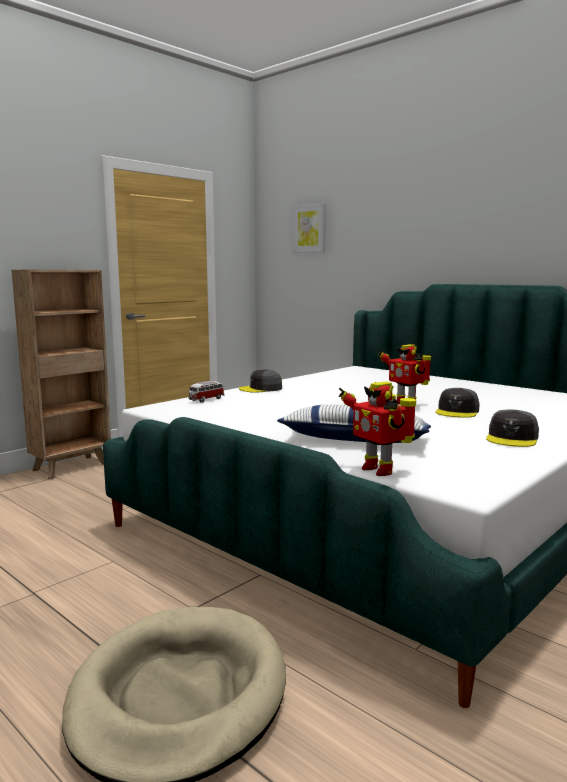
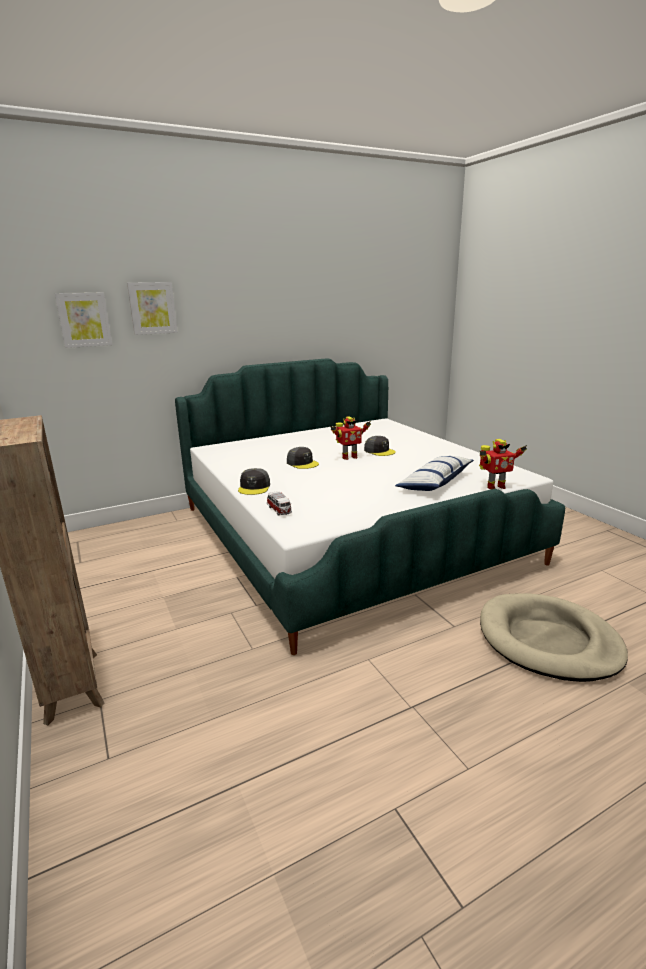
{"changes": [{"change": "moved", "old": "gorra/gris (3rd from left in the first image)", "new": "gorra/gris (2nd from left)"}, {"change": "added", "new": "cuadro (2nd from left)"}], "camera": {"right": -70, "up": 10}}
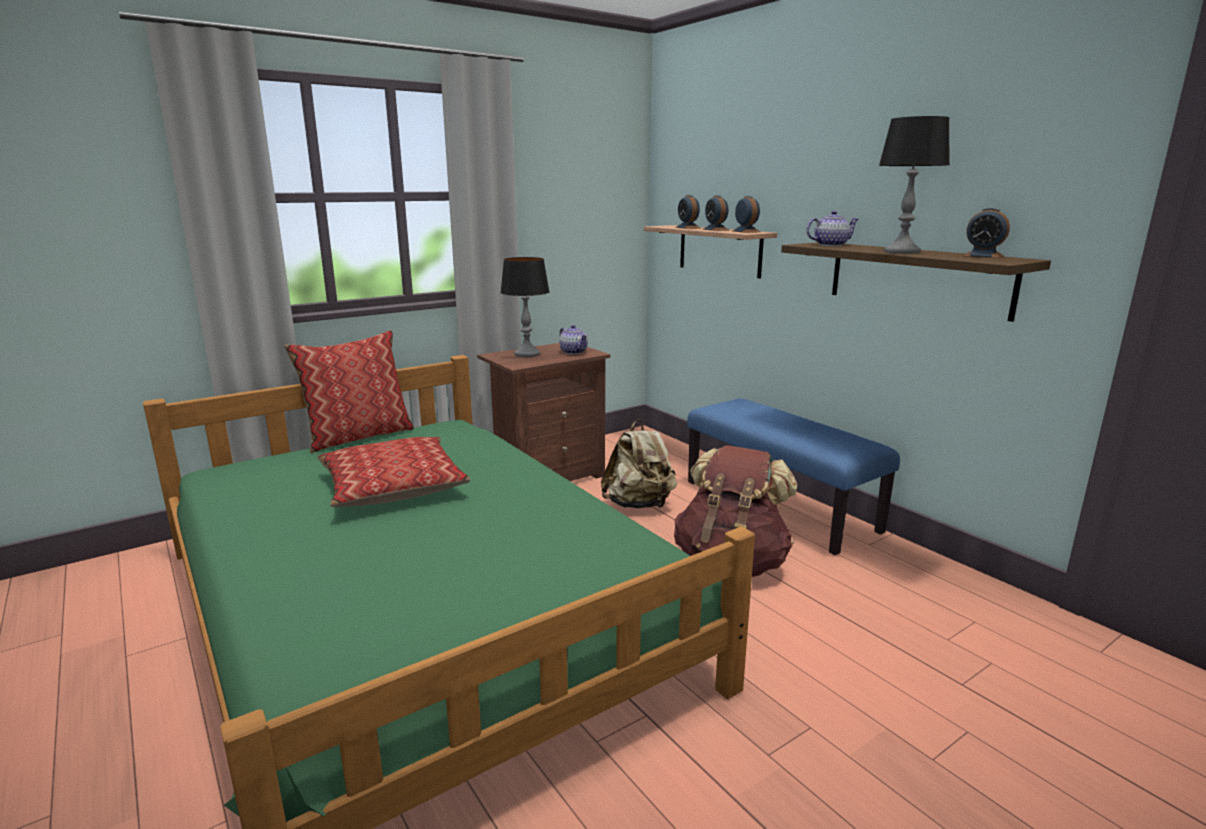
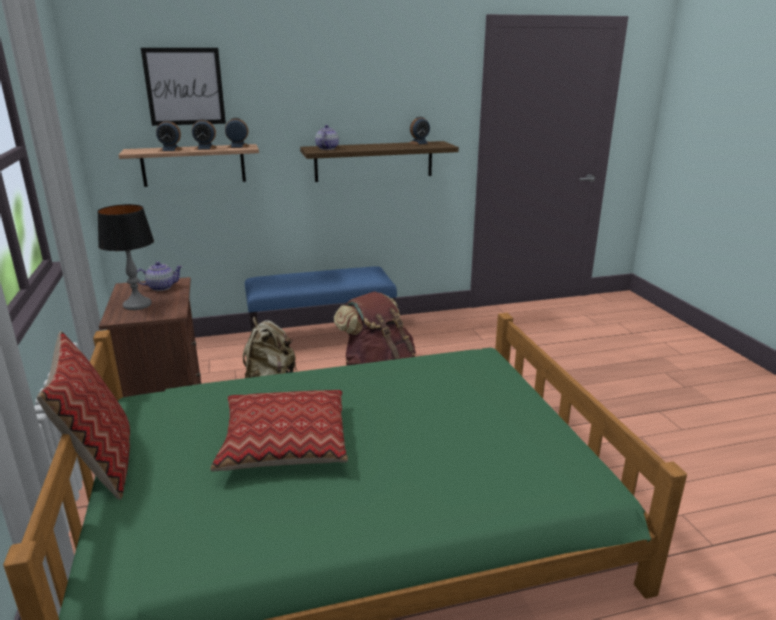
{"changes": [{"change": "removed", "old": "lámpara de mesa (2nd from left)"}, {"change": "added", "new": "cuadro"}], "camera": {"right": -70, "up": 5}}
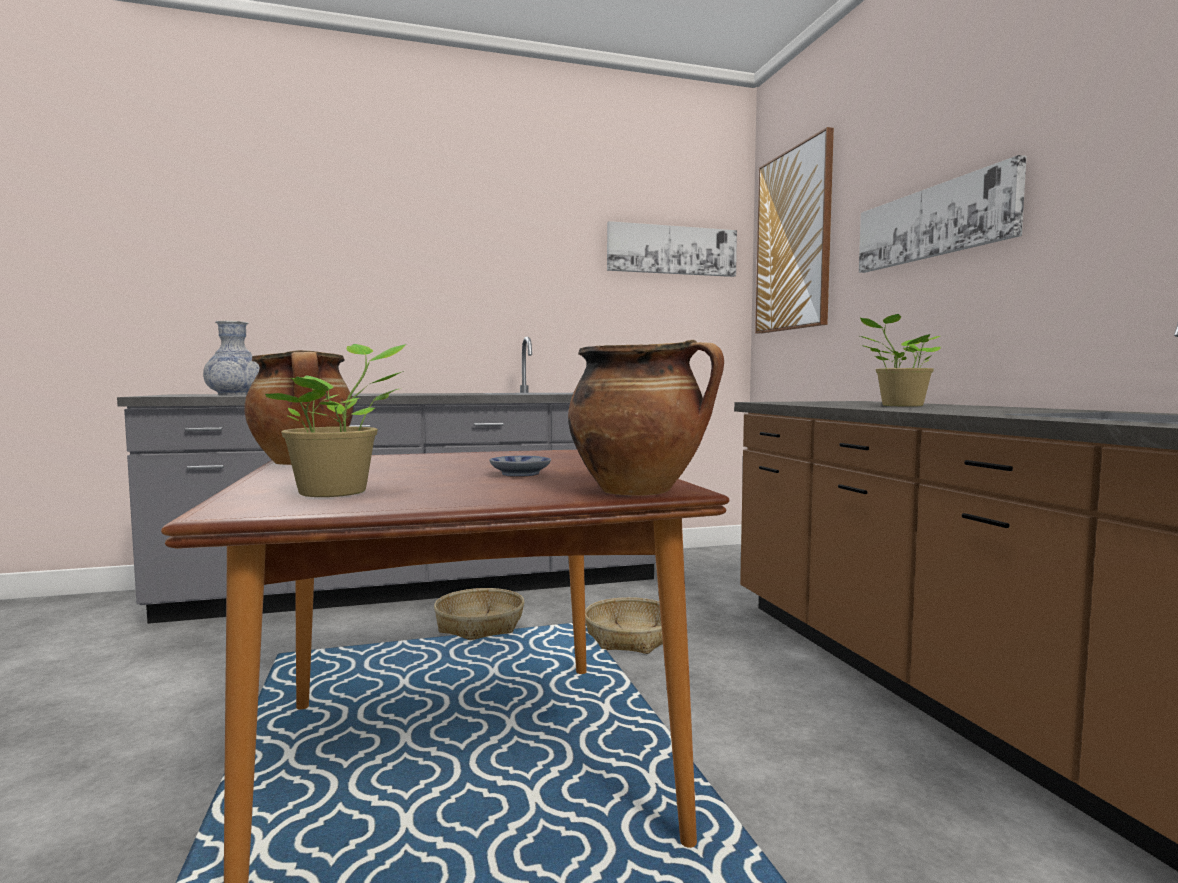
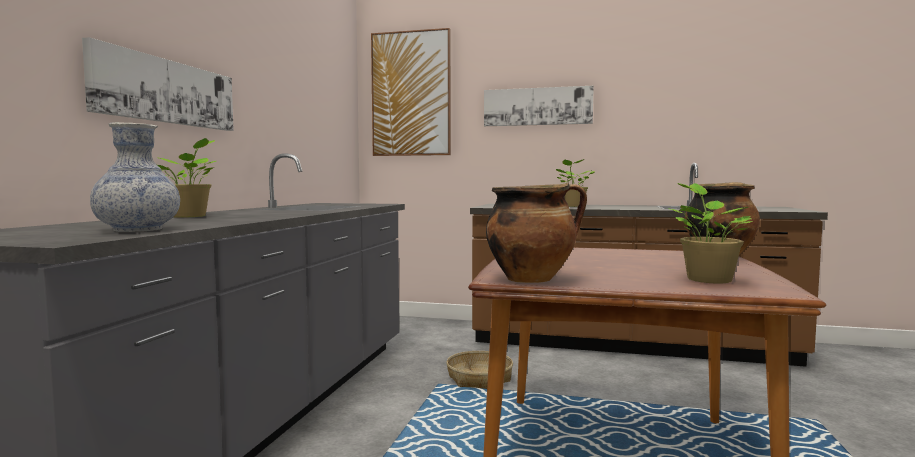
{"changes": [{"change": "moved", "old": "cuadro (1st from left)"}, {"change": "removed", "old": "cuenco"}, {"change": "removed", "old": "cesta (1st from left)"}, {"change": "added", "new": "planta en maceta (1st from left)"}], "camera": {"right": -60, "up": 0}}
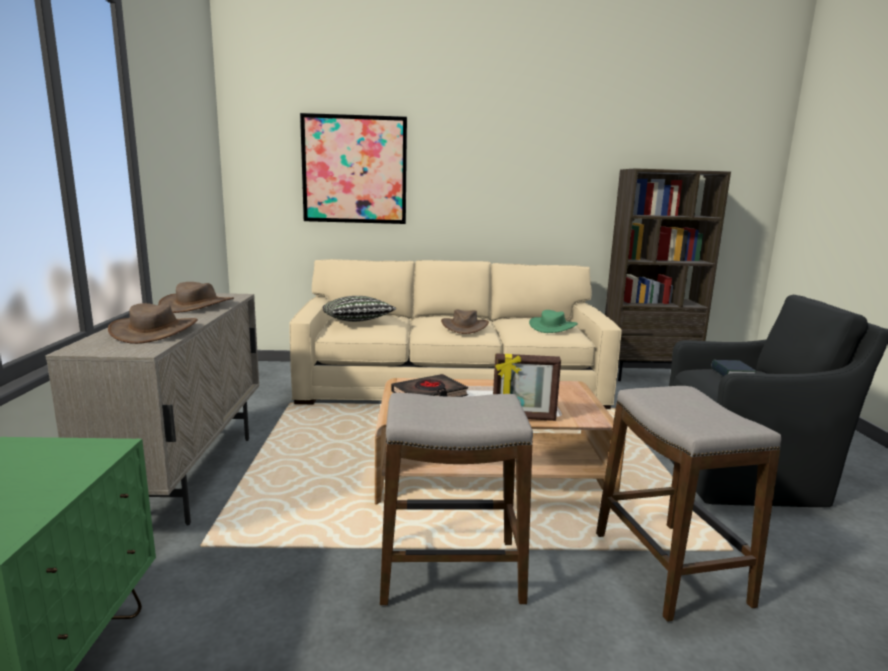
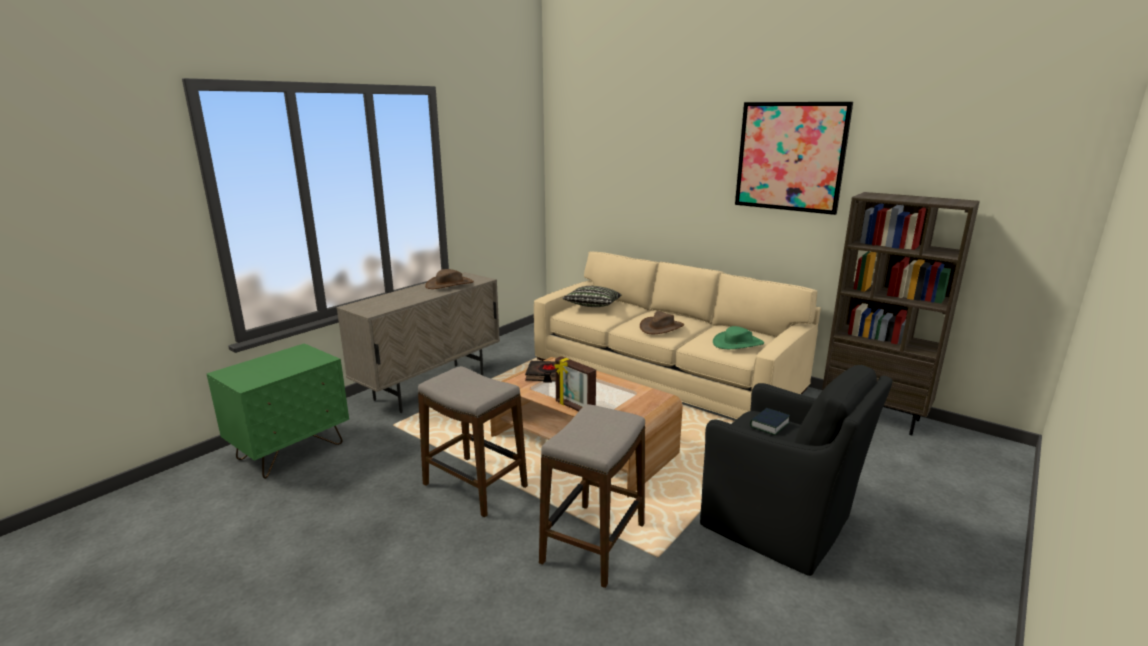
{"changes": [{"change": "moved", "old": "cuadro"}, {"change": "removed", "old": "sombrero/marrón (1st from left)"}], "camera": {"right": 40, "up": 5}}
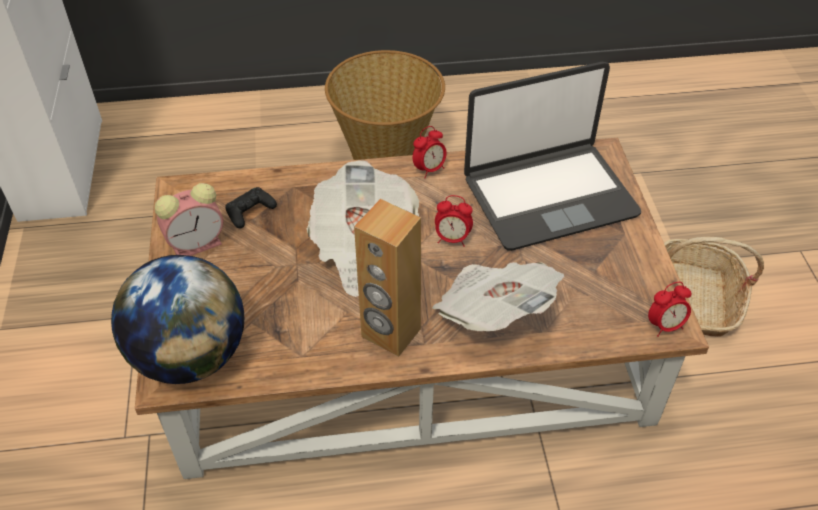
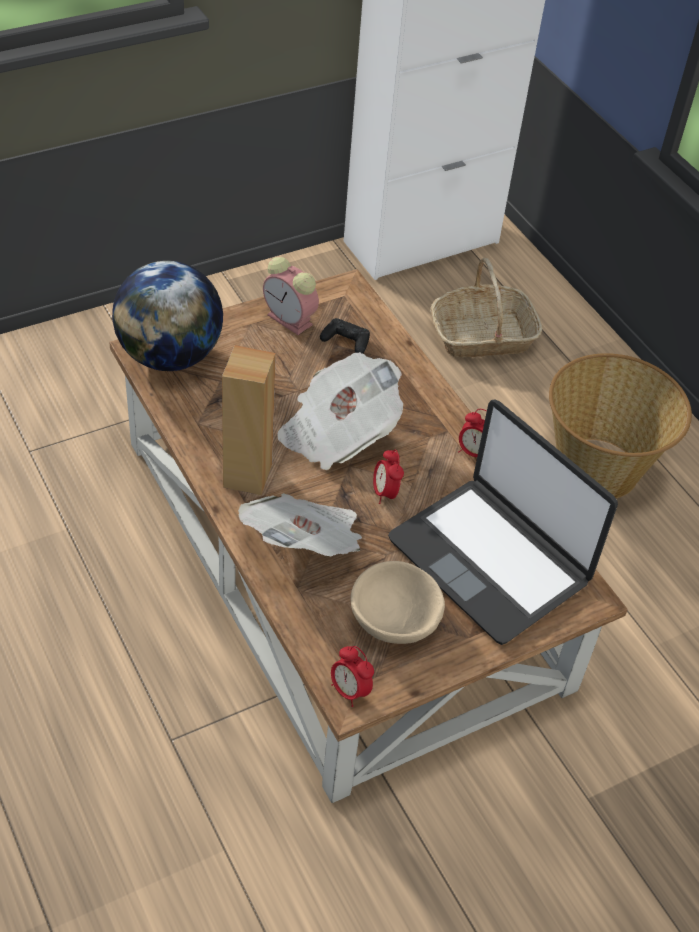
{"changes": [{"change": "moved", "old": "cesta (2nd from left in the first image)", "new": "cesta (1st from left)"}, {"change": "added", "new": "cuenco/beis"}], "camera": {"right": 65, "up": 0}}
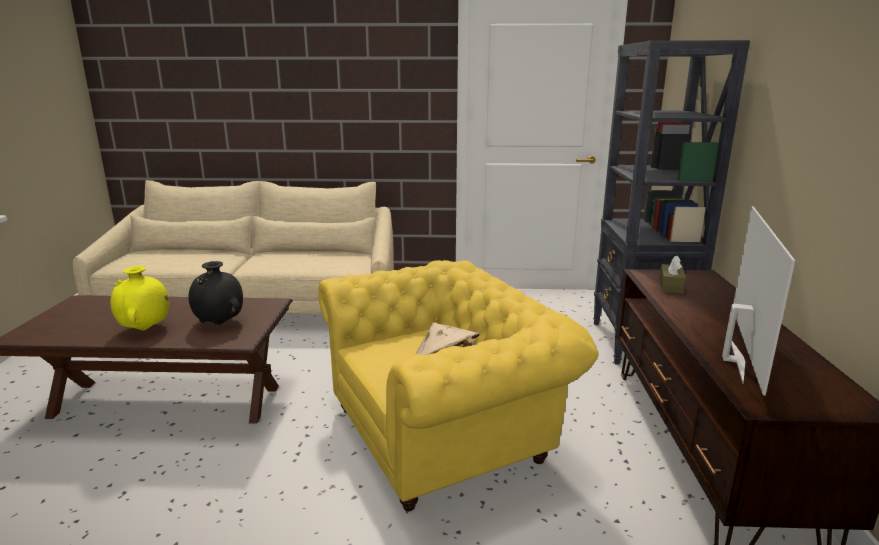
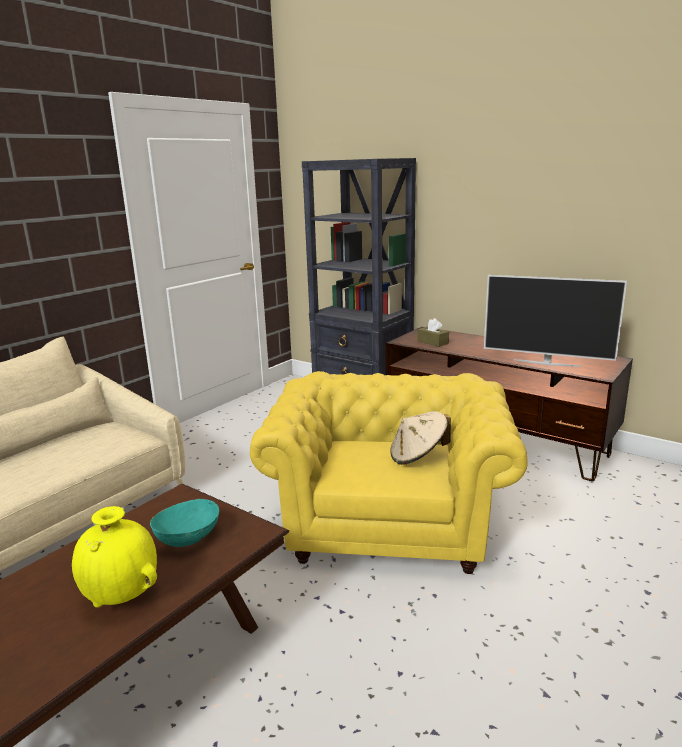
{"changes": [{"change": "turned", "old": "televisor", "degrees": 150}, {"change": "replaced", "old": "florero/negro", "new": "cuenco/turquesa"}], "camera": {"right": -55, "up": 0}}
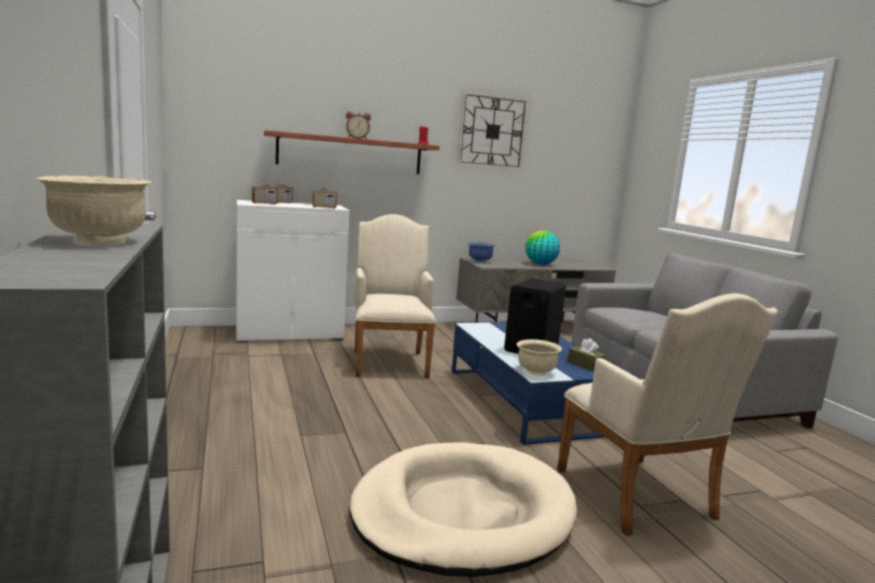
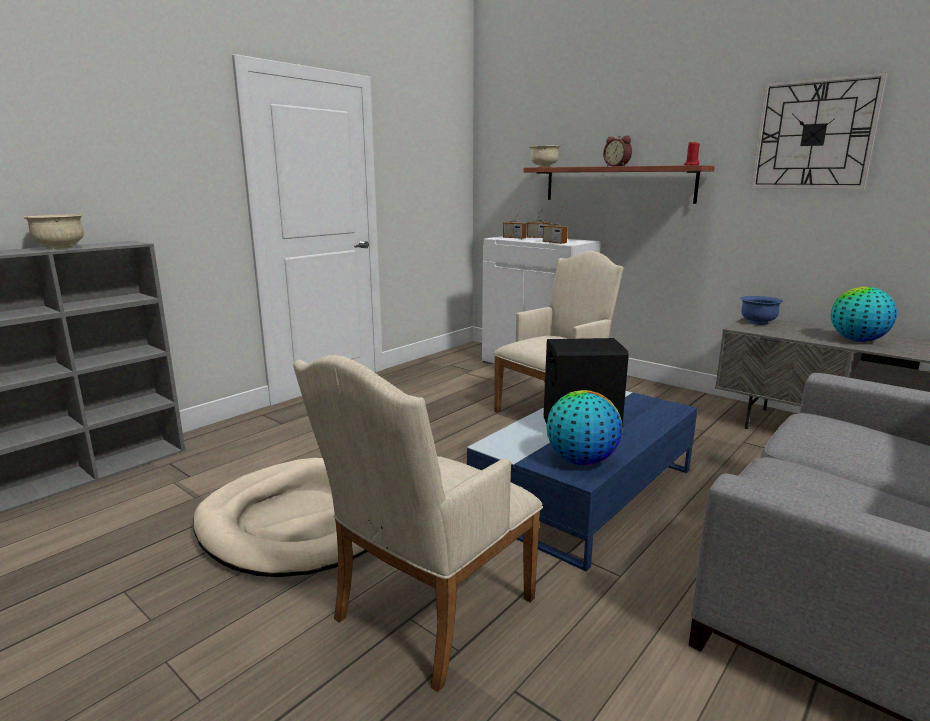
{"changes": [{"change": "replaced", "old": "caja de pañuelos/marrón", "new": "globo terráqueo (1st from left)"}, {"change": "moved", "old": "cuenco/beis (2nd from left)"}], "camera": {"right": 60, "up": 5}}
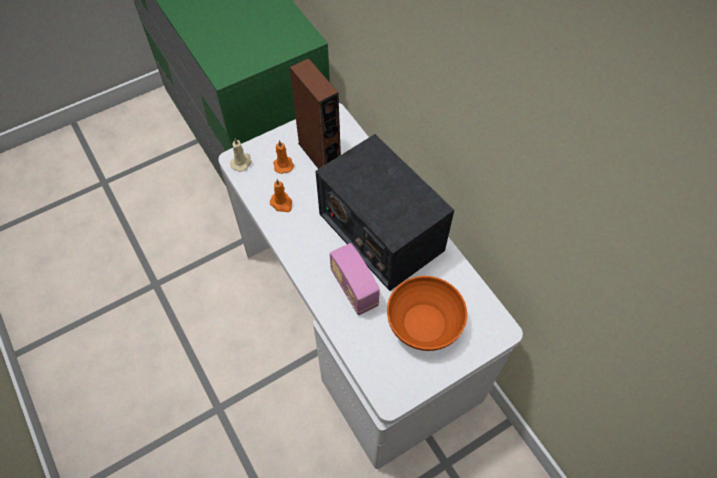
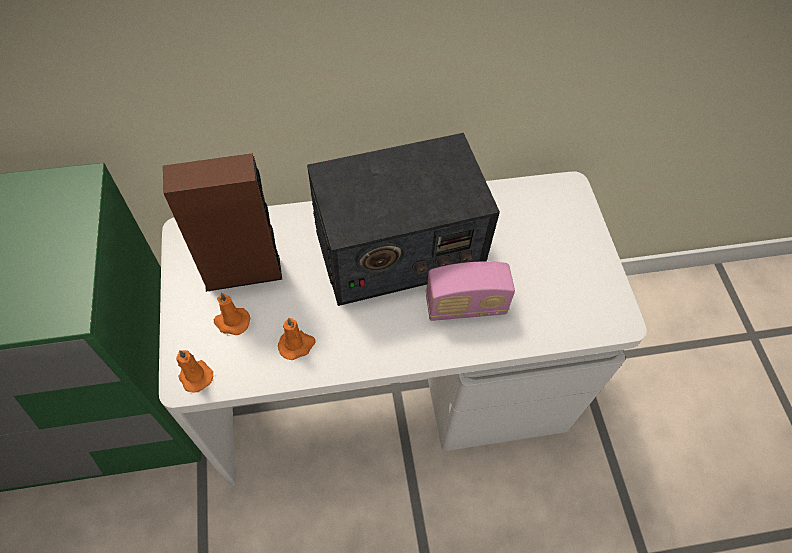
{"changes": [{"change": "recoloured", "old": "vela/beis", "new": "vela/naranja (1st from left)"}, {"change": "removed", "old": "cuenco/naranja"}], "camera": {"right": -70, "up": 0}}
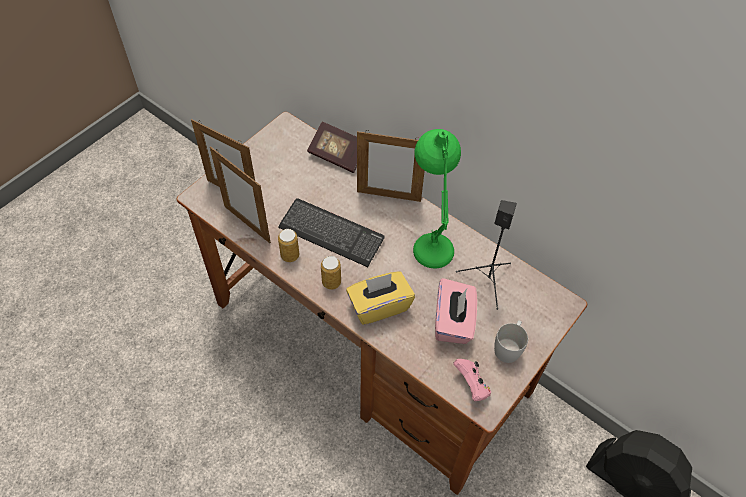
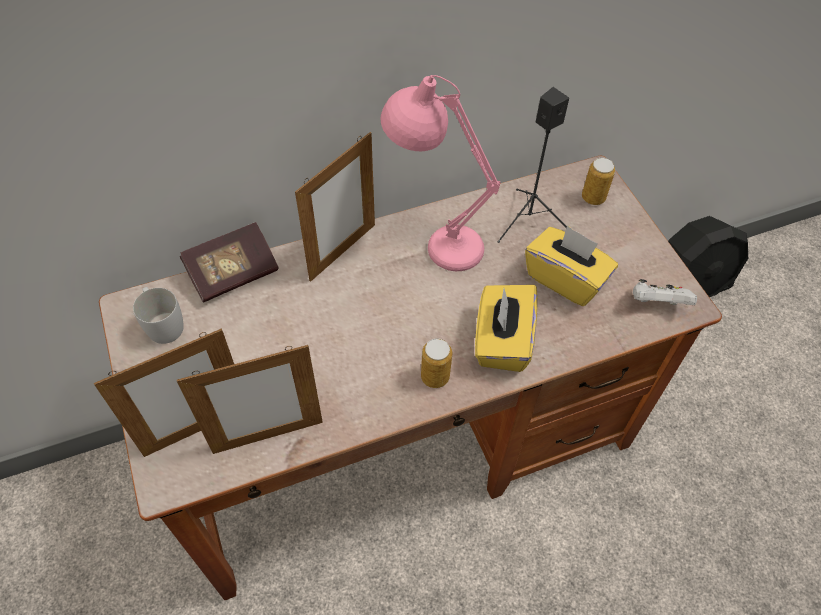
{"changes": [{"change": "recoloured", "old": "lámpara de mesa/verde", "new": "lámpara de mesa/rosa"}, {"change": "removed", "old": "teclado"}, {"change": "moved", "old": "lata (1st from left in the first image)", "new": "lata (2nd from left)"}, {"change": "recoloured", "old": "caja de pañuelos/rosa", "new": "caja de pañuelos/amarillo (2nd from left)"}, {"change": "moved", "old": "taza grande/blanco"}, {"change": "recoloured", "old": "mando de consola/rosa", "new": "mando de consola/blanco"}], "camera": {"right": -60, "up": 0}}
